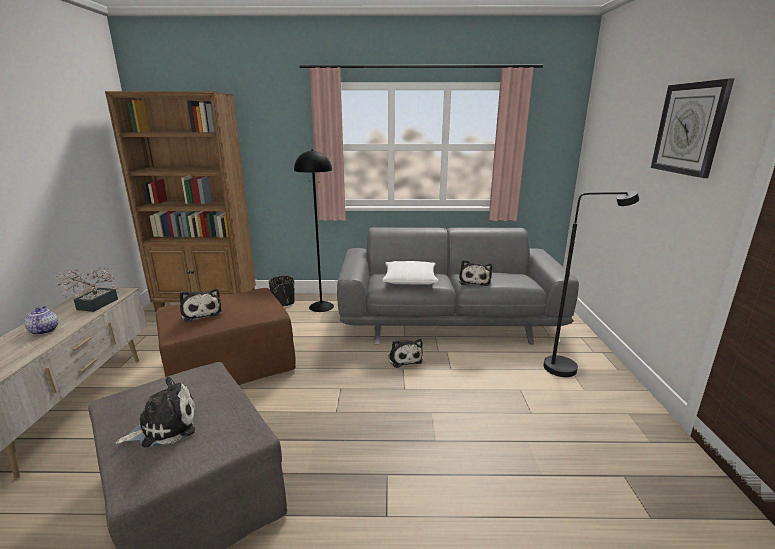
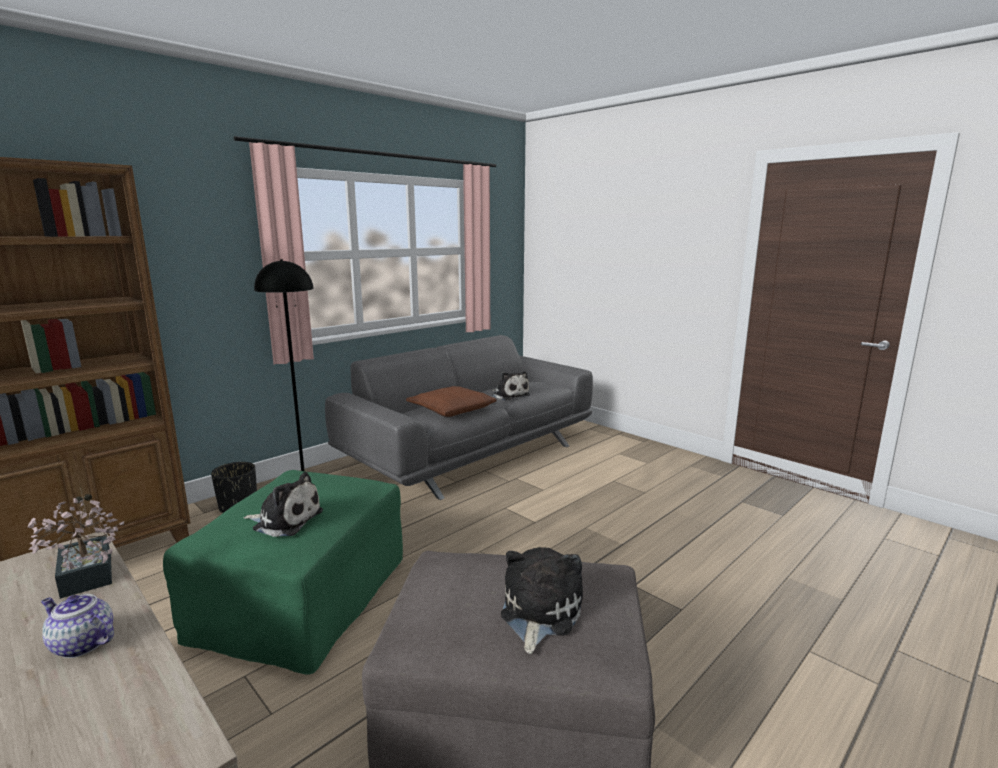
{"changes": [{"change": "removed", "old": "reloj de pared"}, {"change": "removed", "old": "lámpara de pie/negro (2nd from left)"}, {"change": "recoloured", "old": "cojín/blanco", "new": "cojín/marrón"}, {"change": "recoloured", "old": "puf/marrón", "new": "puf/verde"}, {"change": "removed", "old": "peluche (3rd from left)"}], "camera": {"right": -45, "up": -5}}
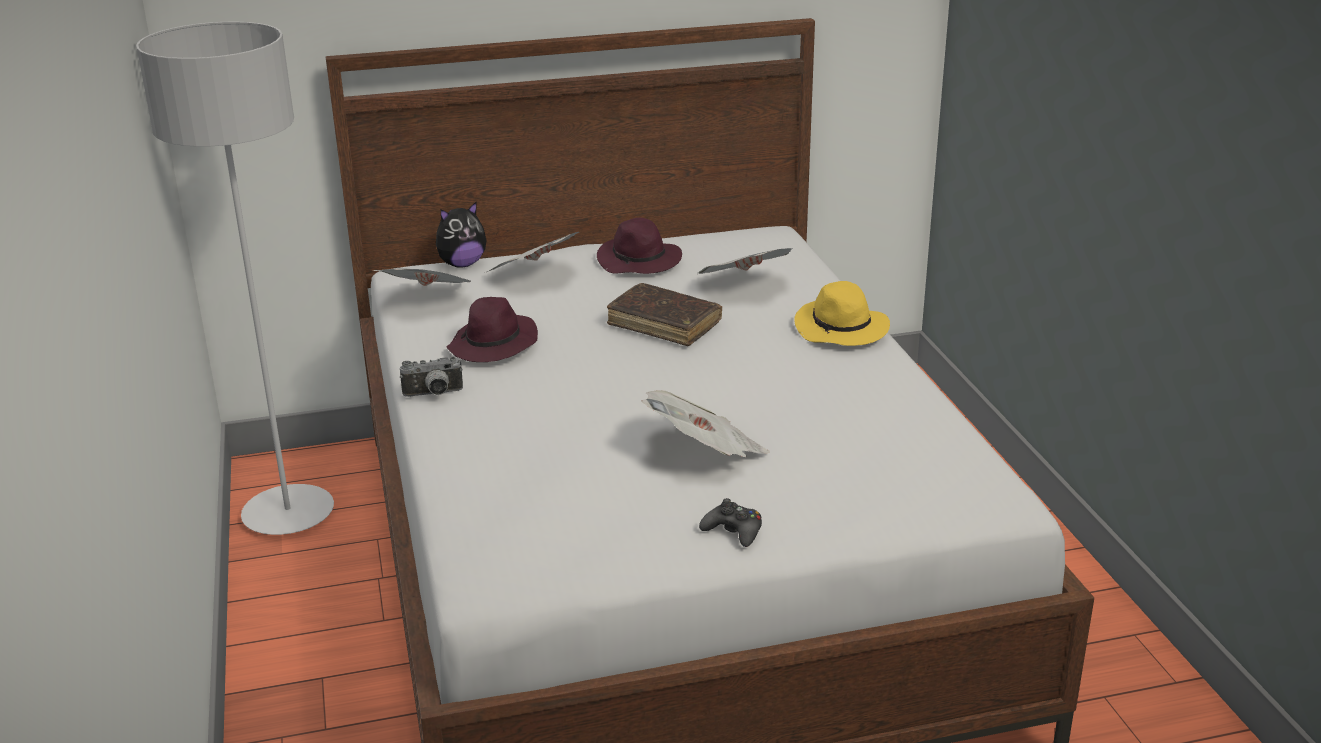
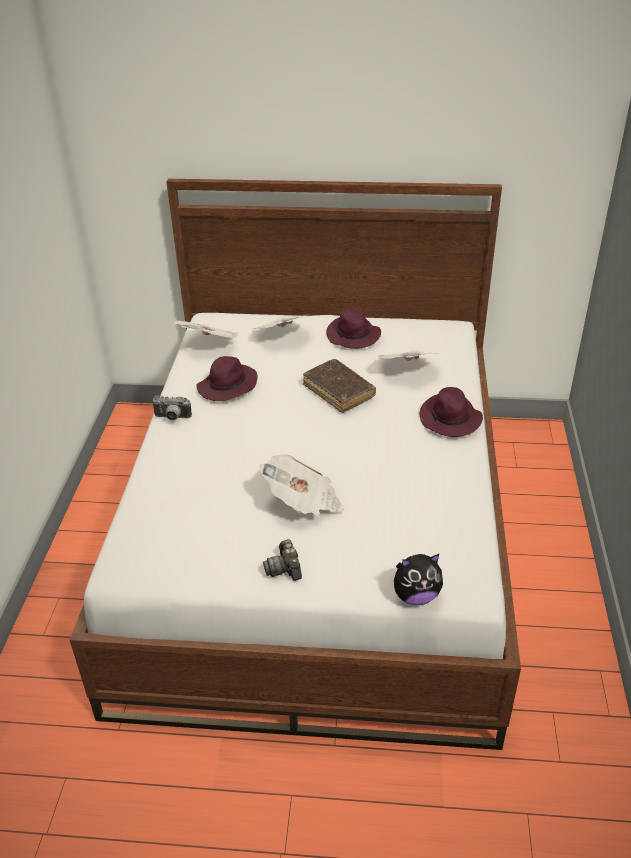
{"changes": [{"change": "removed", "old": "lámpara de pie/gris"}, {"change": "moved", "old": "peluche"}, {"change": "recoloured", "old": "sombrero/amarillo", "new": "sombrero/morado (3rd from left)"}, {"change": "replaced", "old": "mando de consola/negro", "new": "cámara (2nd from left)"}], "camera": {"right": 20, "up": 10}}
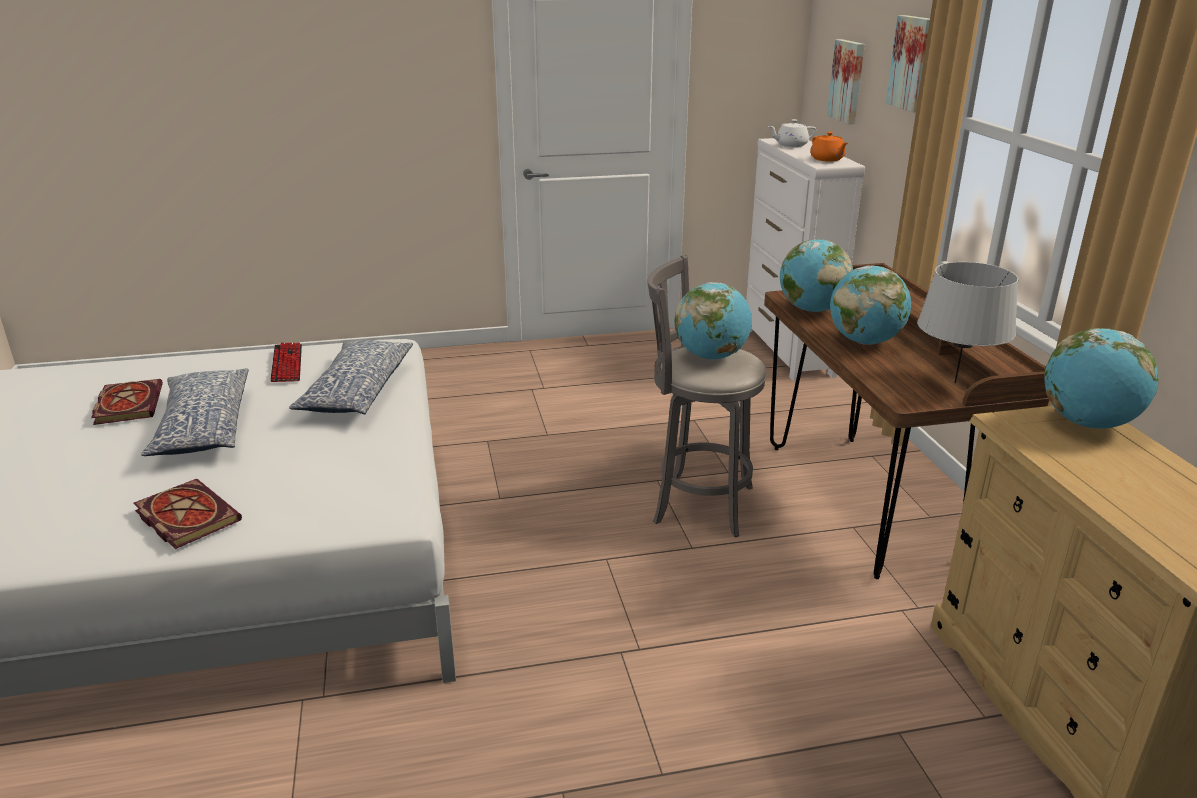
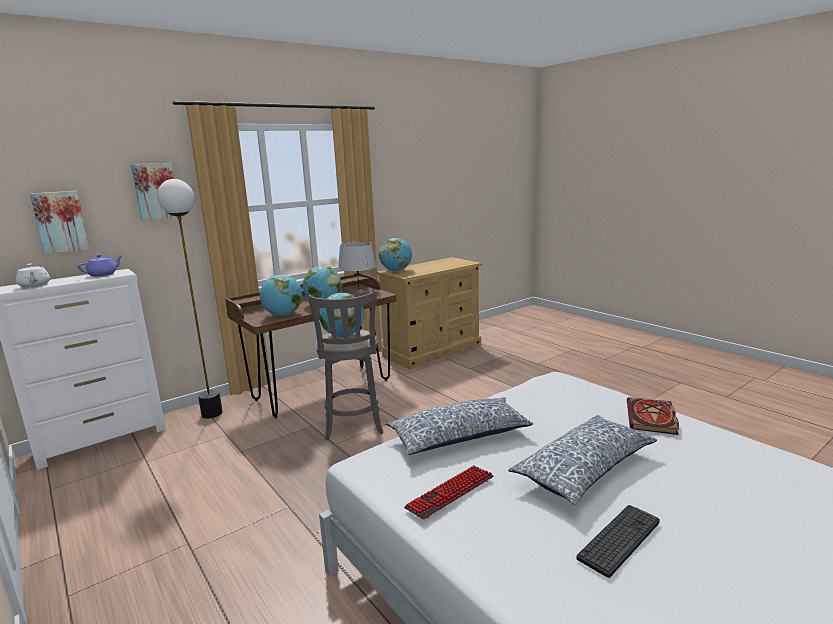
{"changes": [{"change": "recoloured", "old": "tetera/naranja", "new": "tetera/morado"}, {"change": "replaced", "old": "libro (1st from left)", "new": "teclado (2nd from left)"}, {"change": "added", "new": "lámpara de pie"}], "camera": {"right": -115, "up": -10}}
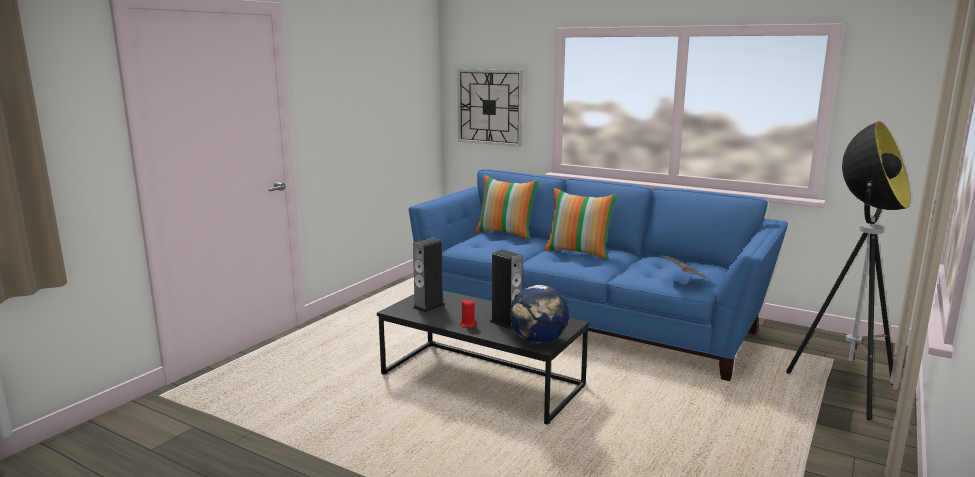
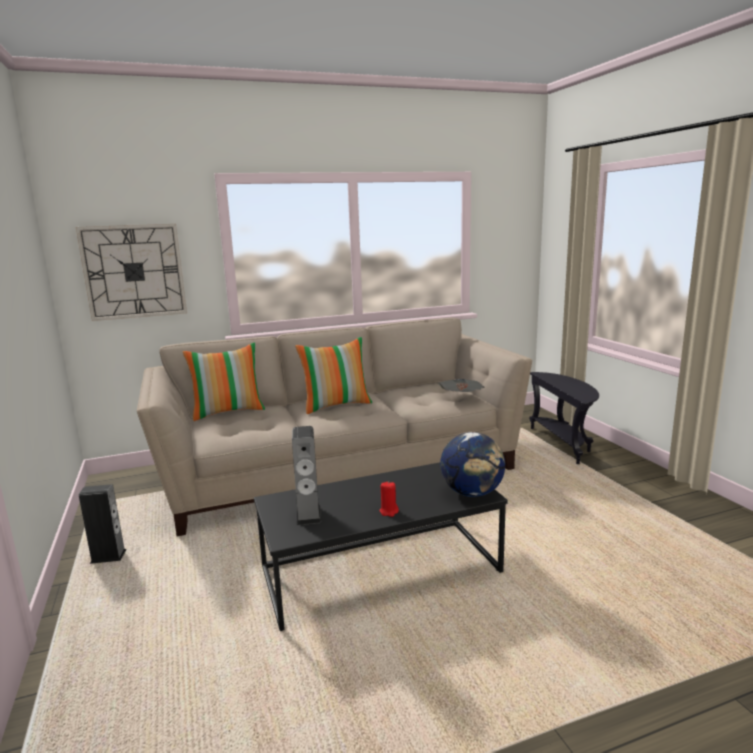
{"changes": [{"change": "replaced", "old": "lámpara de pie", "new": "mesa auxiliar/negro"}, {"change": "recoloured", "old": "sofá/azul", "new": "sofá/beis"}, {"change": "moved", "old": "altavoz (2nd from left in the first image)", "new": "altavoz (1st from left)"}], "camera": {"right": -50, "up": 0}}
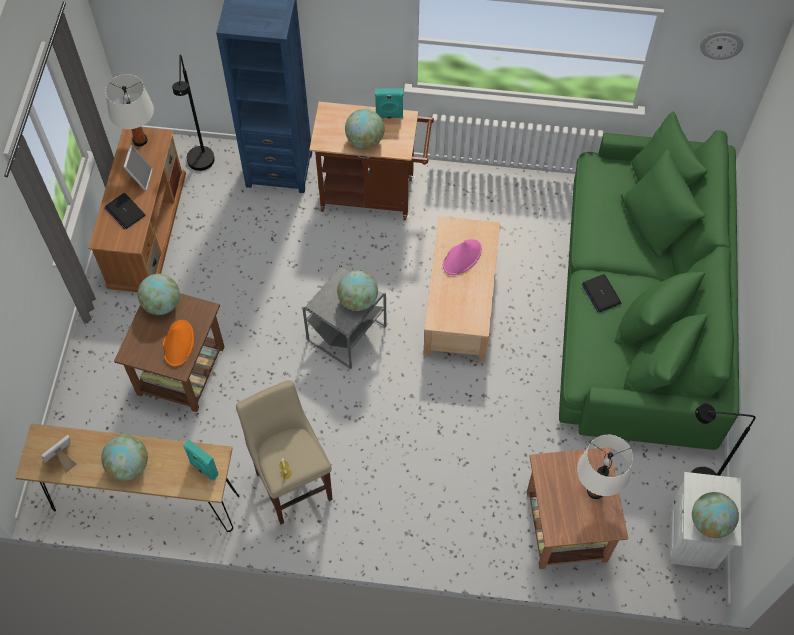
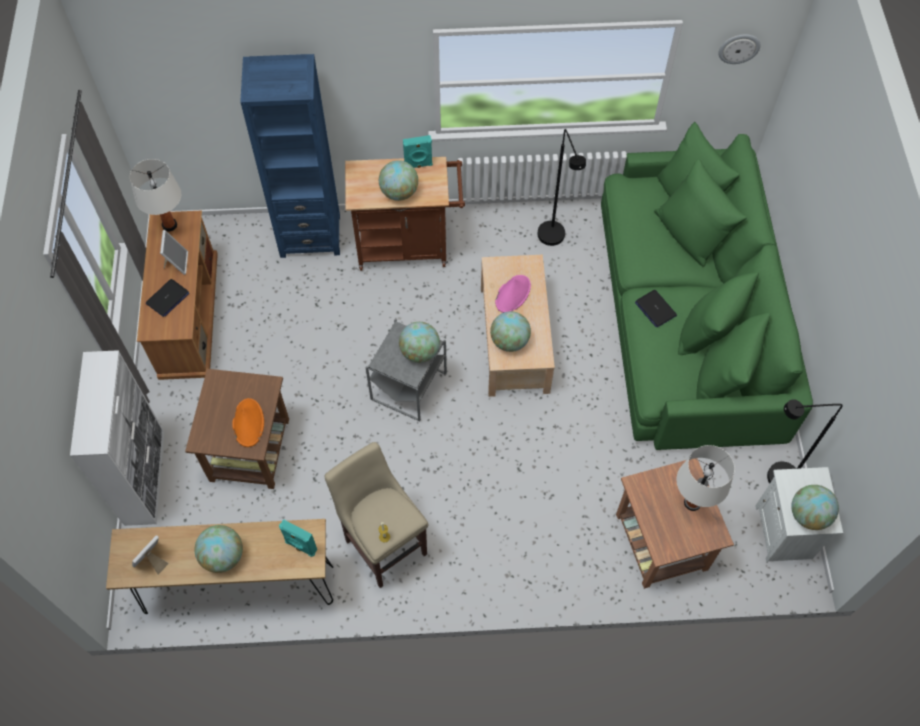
{"changes": [{"change": "moved", "old": "lámpara de pie/negro (1st from left)"}, {"change": "turned", "old": "portátil (1st from left)", "degrees": -90}, {"change": "moved", "old": "globo terráqueo (2nd from left in the first image)", "new": "globo terráqueo (4th from left)"}, {"change": "added", "new": "armario/blanco"}], "camera": {"right": -10, "up": 0}}
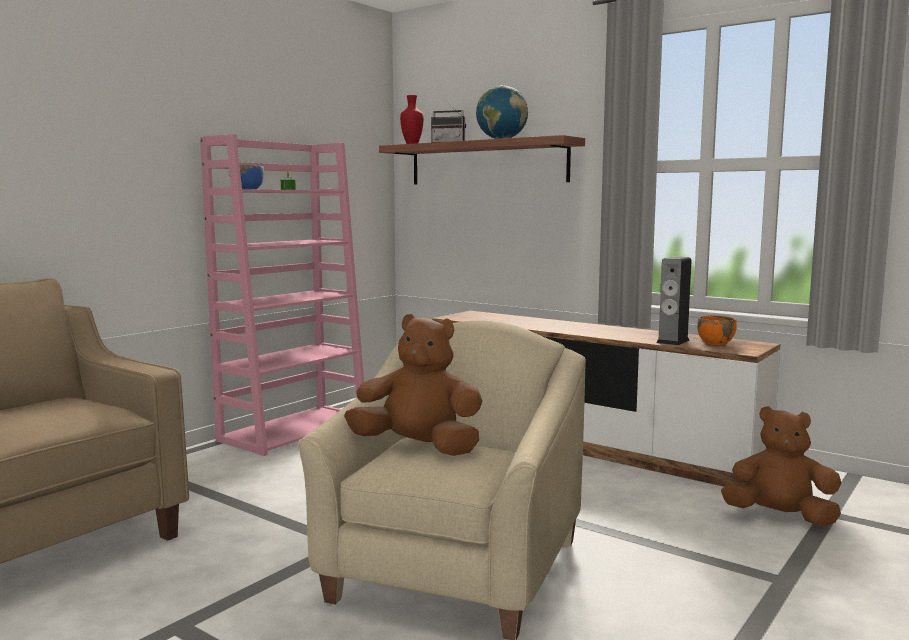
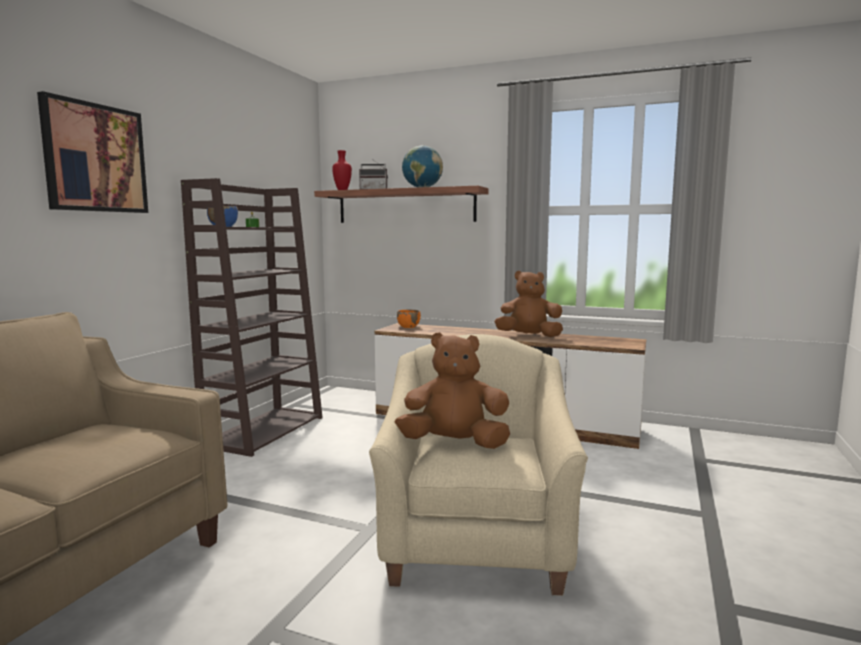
{"changes": [{"change": "recoloured", "old": "estantería/rosa", "new": "estantería/marrón"}, {"change": "removed", "old": "altavoz"}, {"change": "moved", "old": "cuenco/naranja"}, {"change": "moved", "old": "peluche/marrón (2nd from left)"}, {"change": "added", "new": "cuadro"}], "camera": {"right": -15, "up": 0}}
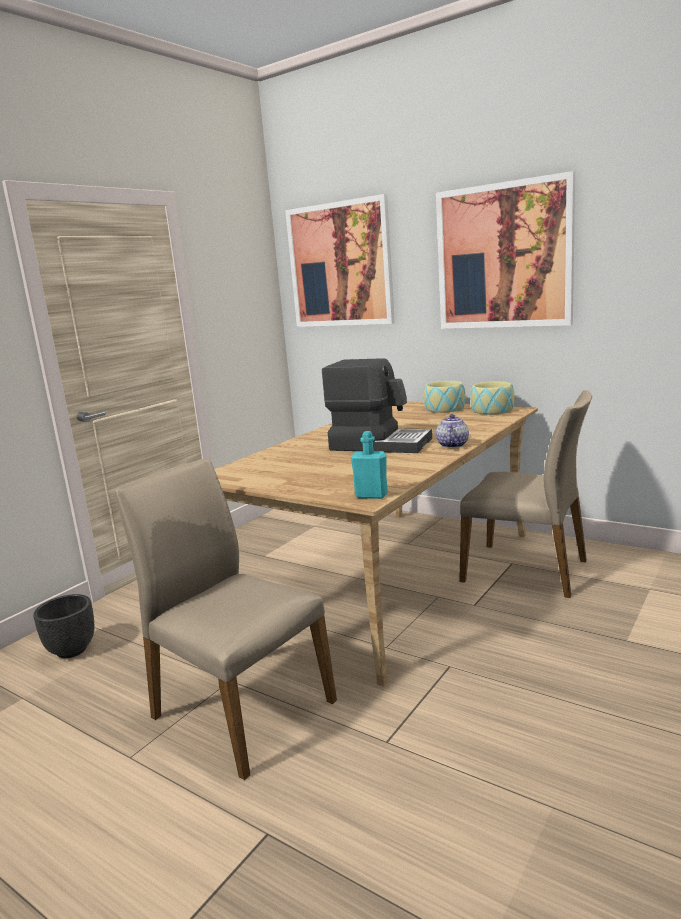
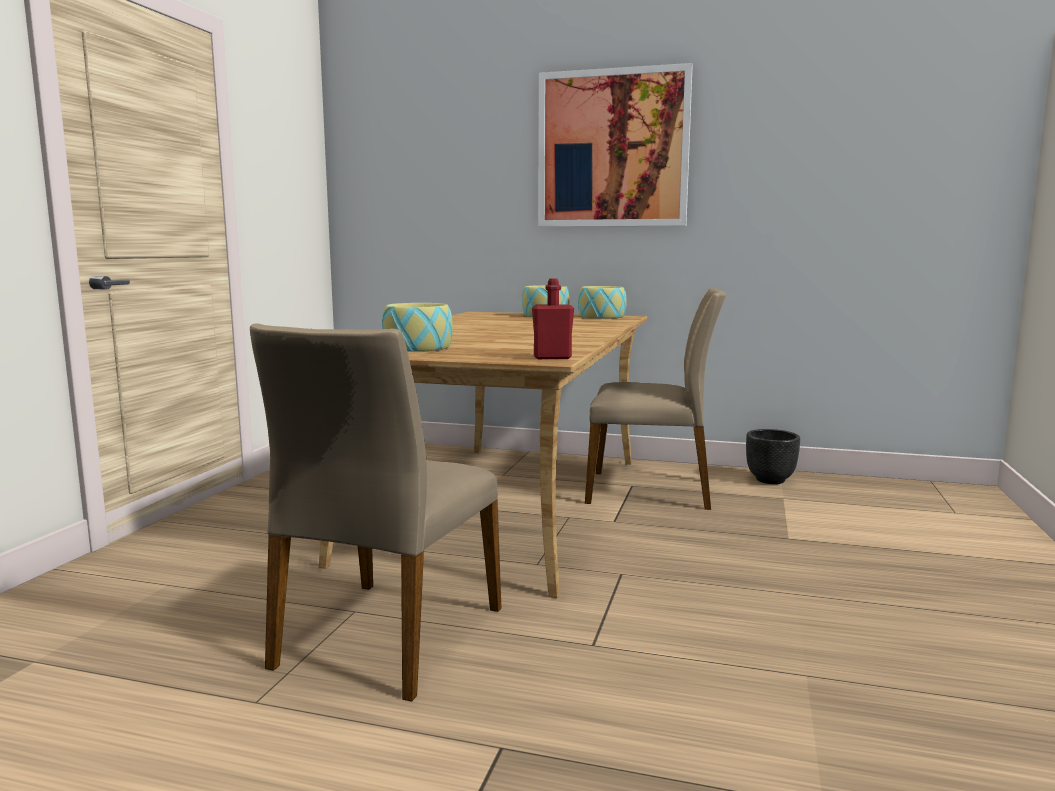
{"changes": [{"change": "removed", "old": "cuadro (1st from left)"}, {"change": "removed", "old": "cafetera"}, {"change": "removed", "old": "tetera"}, {"change": "recoloured", "old": "botella/turquesa", "new": "botella/rojo"}, {"change": "turned", "old": "silla/beis (1st from left)", "degrees": -90}, {"change": "moved", "old": "maceta/negro"}, {"change": "added", "new": "cuenco (1st from left)"}], "camera": {"right": -20, "up": -5}}
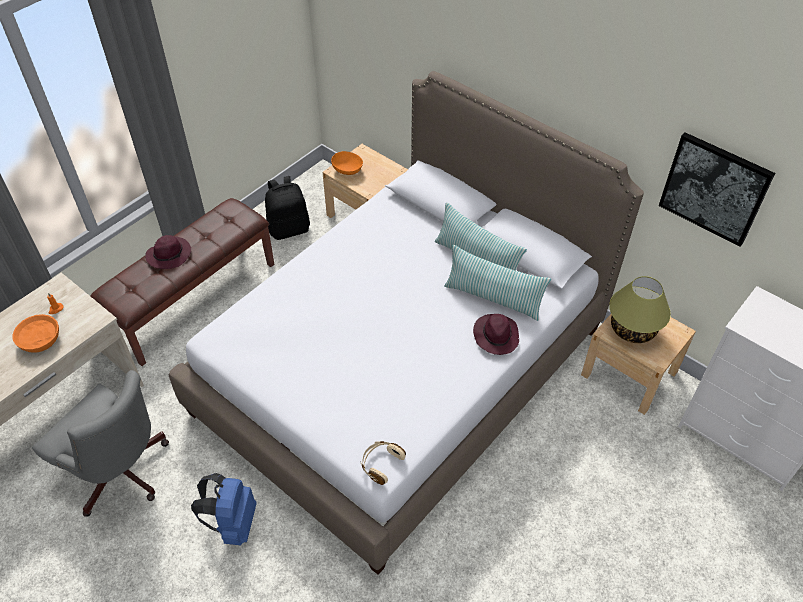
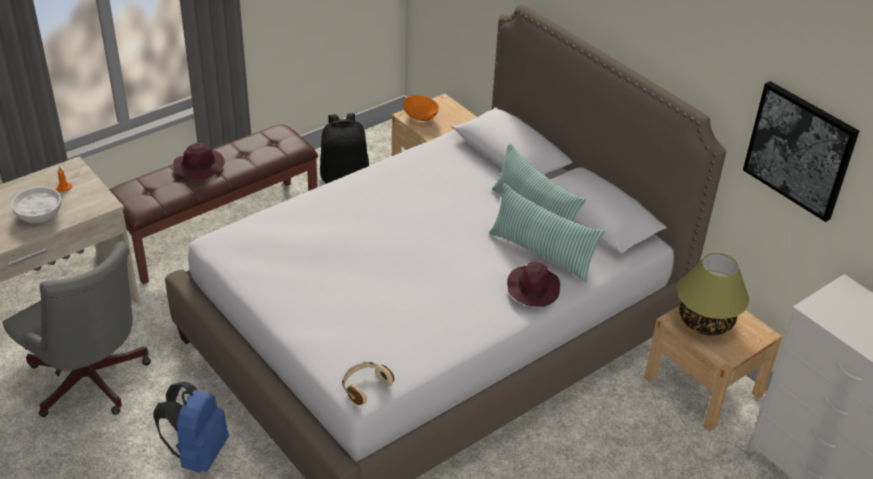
{"changes": [{"change": "recoloured", "old": "cuenco/naranja (1st from left)", "new": "cuenco/blanco"}], "camera": {"right": 10, "up": -10}}
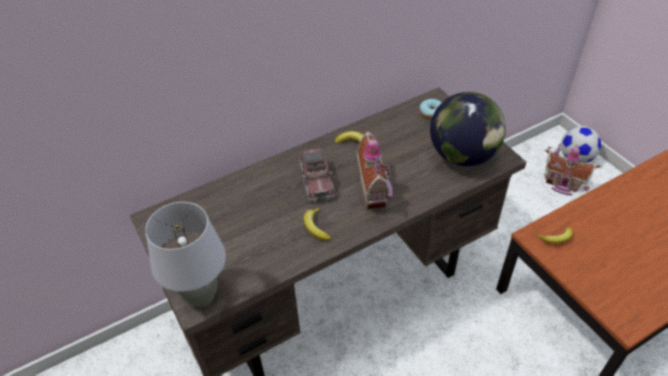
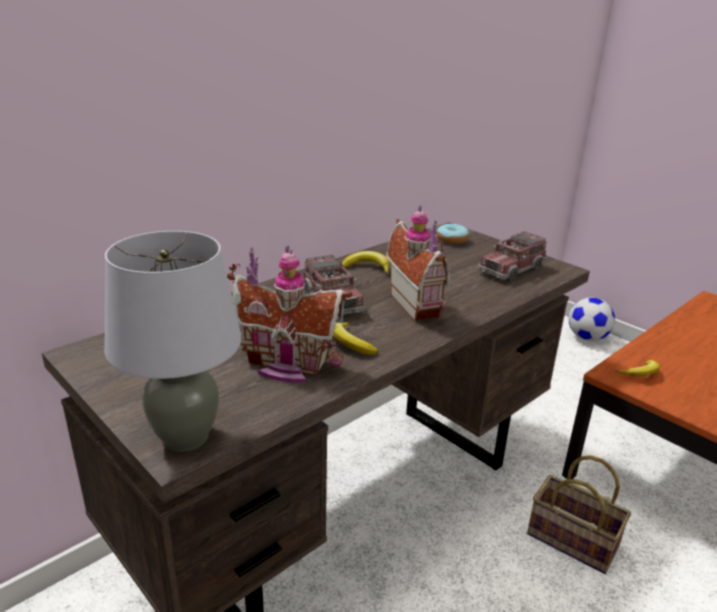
{"changes": [{"change": "replaced", "old": "globo terráqueo", "new": "camión de juguete (2nd from left)"}, {"change": "moved", "old": "casita (2nd from left in the first image)", "new": "casita (1st from left)"}, {"change": "added", "new": "cesta"}], "camera": {"right": -15, "up": -20}}
